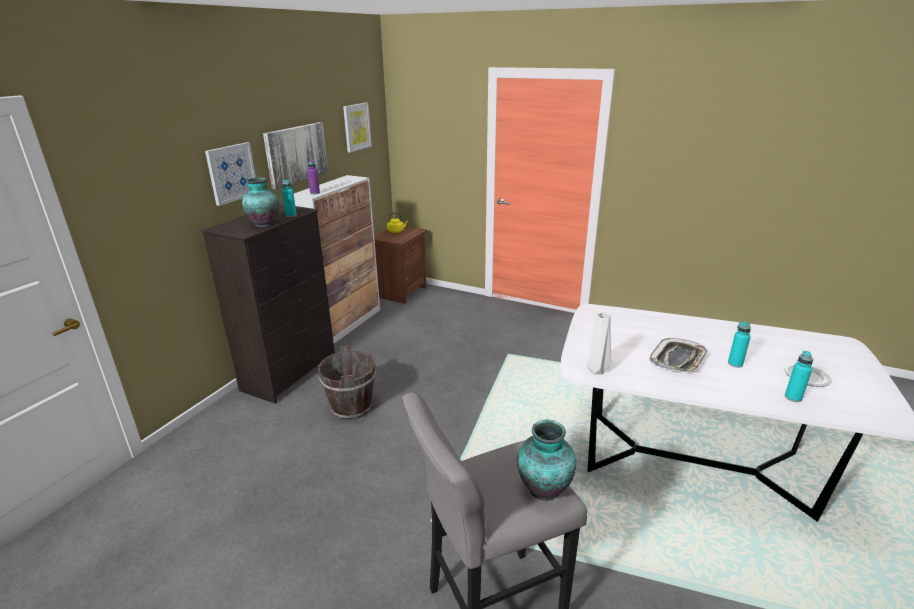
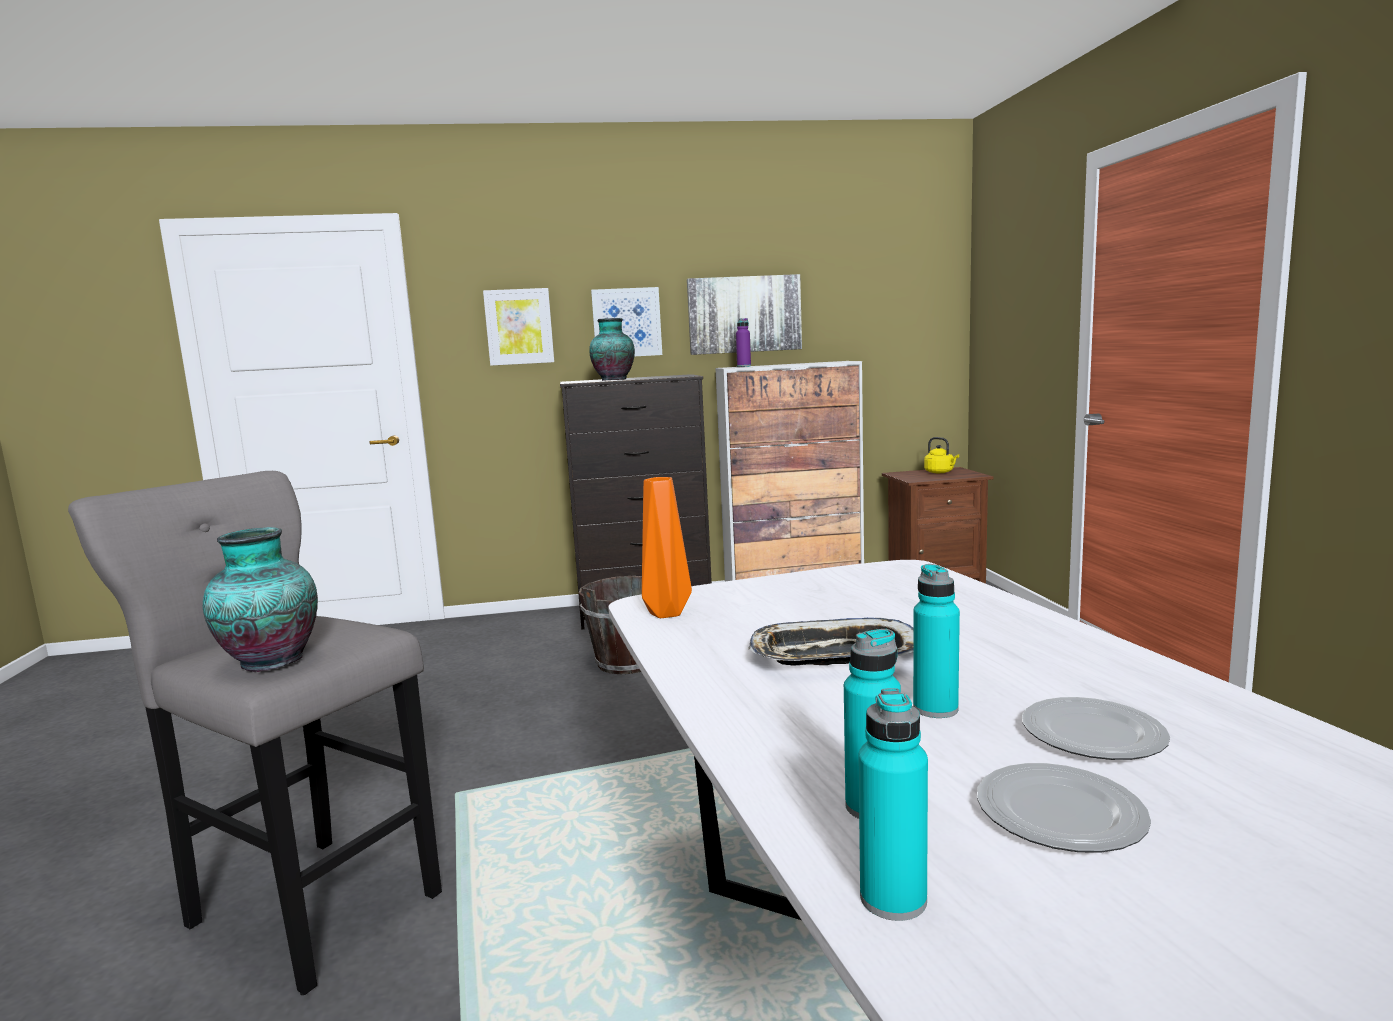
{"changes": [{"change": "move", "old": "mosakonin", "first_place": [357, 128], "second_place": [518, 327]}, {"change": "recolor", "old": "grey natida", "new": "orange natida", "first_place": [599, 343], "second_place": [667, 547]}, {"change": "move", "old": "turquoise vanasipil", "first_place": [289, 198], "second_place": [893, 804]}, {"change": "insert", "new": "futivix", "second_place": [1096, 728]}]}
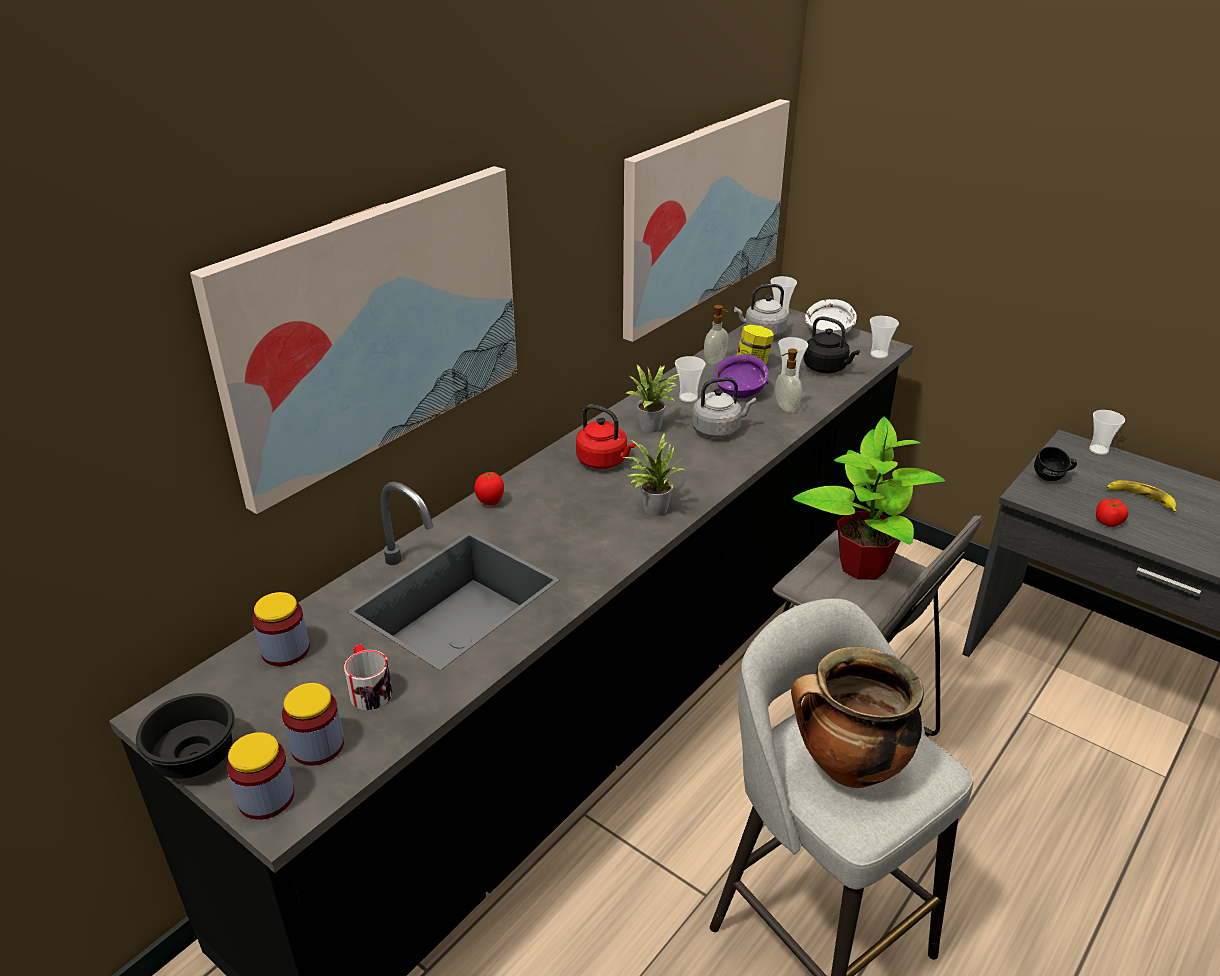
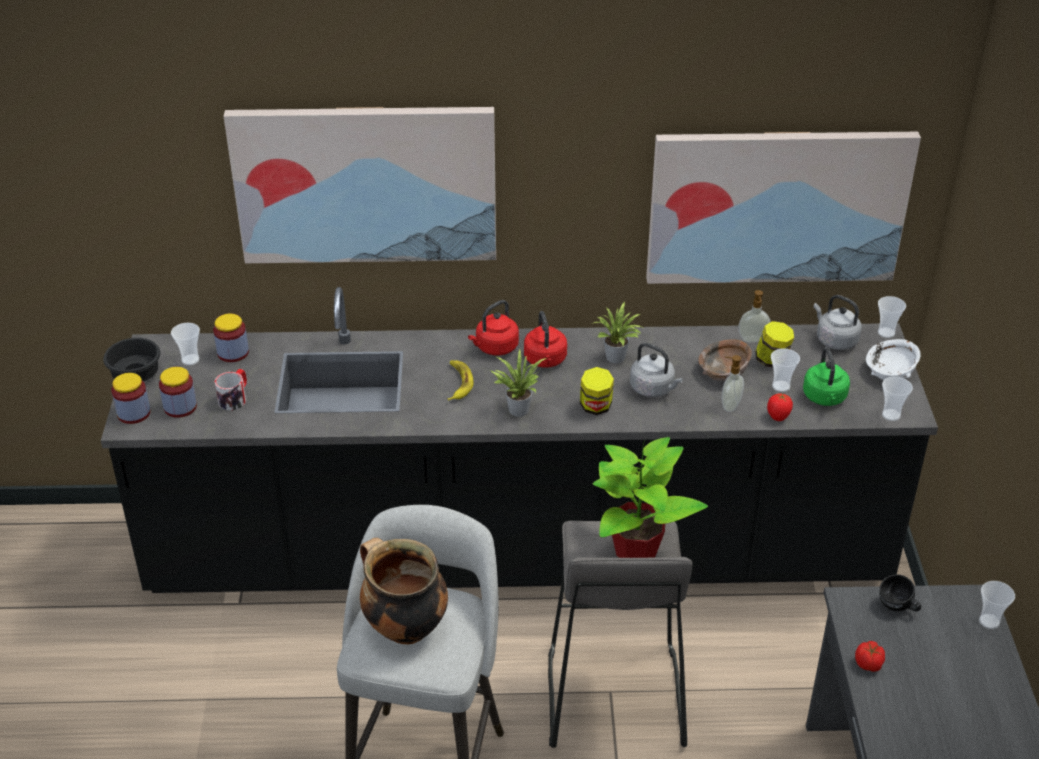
{"changes": [{"change": "move", "old": "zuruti", "first_place": [690, 379], "second_place": [185, 344]}, {"change": "move", "old": "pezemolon", "first_place": [1141, 496], "second_place": [460, 380]}, {"change": "insert", "new": "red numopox", "second_place": [493, 327]}, {"change": "insert", "new": "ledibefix", "second_place": [597, 391]}, {"change": "recolor", "old": "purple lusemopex", "new": "brown lusemopex", "first_place": [741, 376], "second_place": [725, 360]}, {"change": "move", "old": "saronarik", "first_place": [489, 488], "second_place": [780, 407]}, {"change": "recolor", "old": "black numopox", "new": "green numopox", "first_place": [832, 344], "second_place": [826, 376]}]}
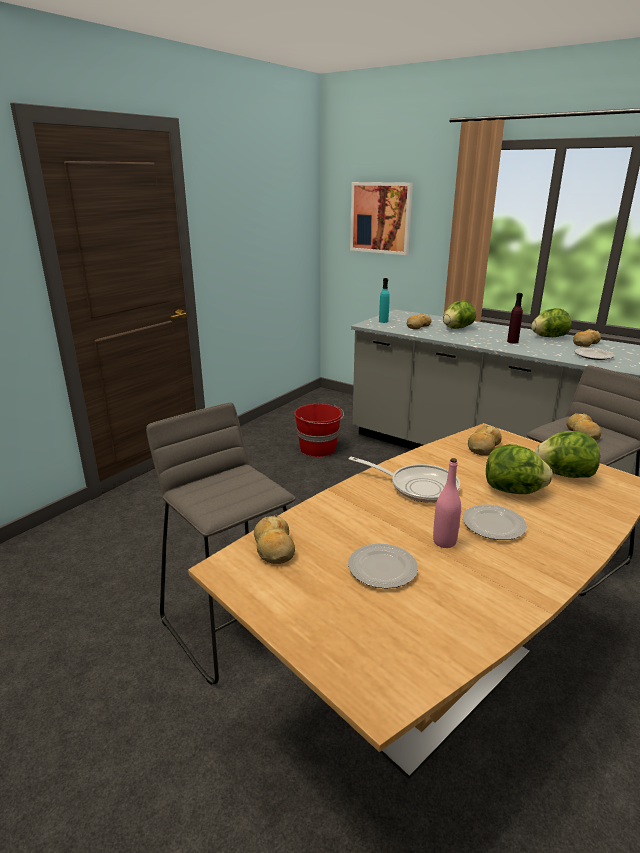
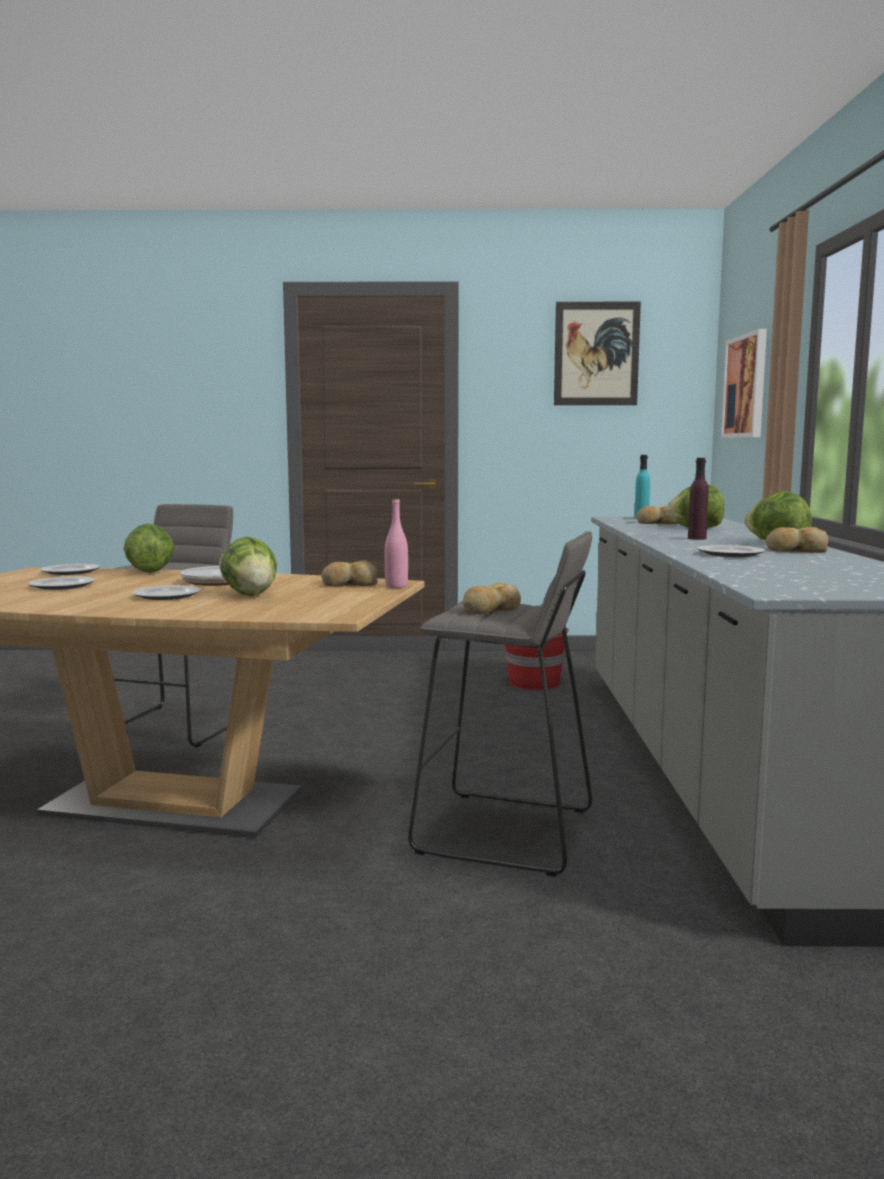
{"changes": [{"change": "replace", "old": "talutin", "new": "futivix", "first_place": [274, 539], "second_place": [70, 569]}, {"change": "move", "old": "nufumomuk", "first_place": [567, 454], "second_place": [149, 548]}, {"change": "move", "old": "pink vanasipil", "first_place": [447, 503], "second_place": [396, 543]}, {"change": "insert", "new": "mosakonin", "second_place": [597, 353]}]}
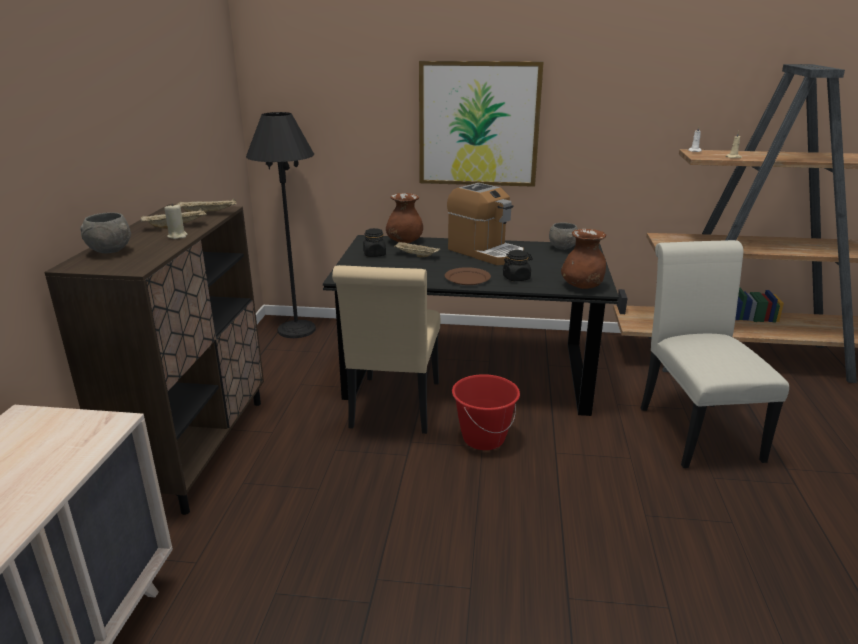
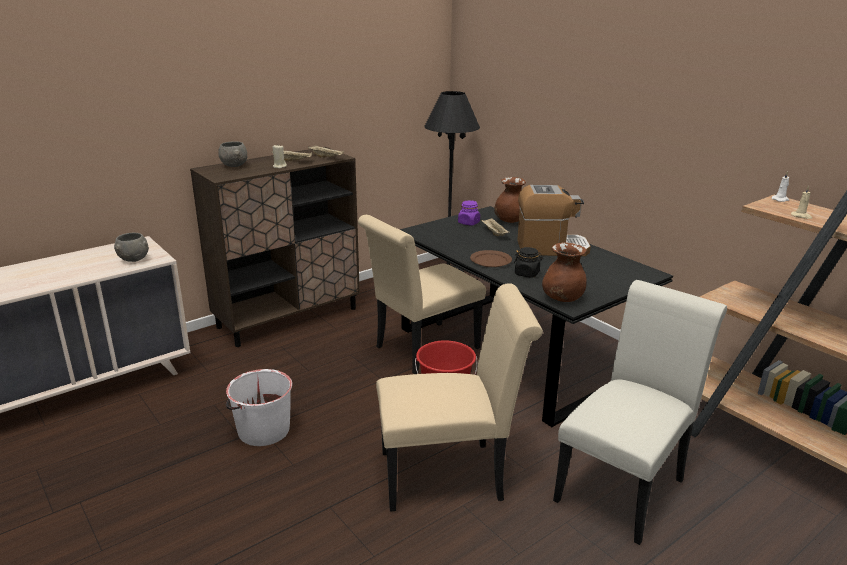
{"changes": [{"change": "move", "old": "grey lusemopex", "first_place": [563, 236], "second_place": [131, 247]}, {"change": "insert", "new": "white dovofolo", "second_place": [259, 407]}, {"change": "insert", "new": "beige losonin", "second_place": [459, 397]}, {"change": "recolor", "old": "black ledibefix", "new": "purple ledibefix", "first_place": [374, 242], "second_place": [469, 213]}, {"change": "rotate", "old": "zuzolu", "first_place": [485, 224], "second_place": [554, 220], "degrees": -90}, {"change": "delete", "old": "mosakonin", "first_place": [481, 124]}]}
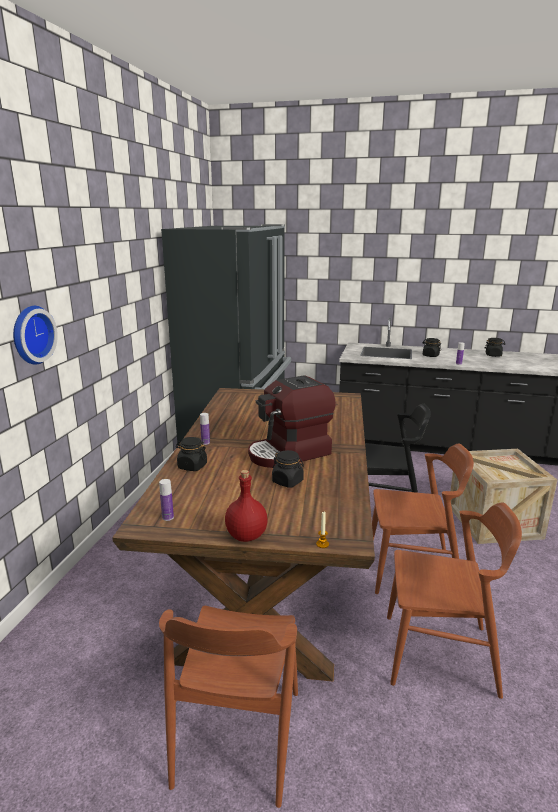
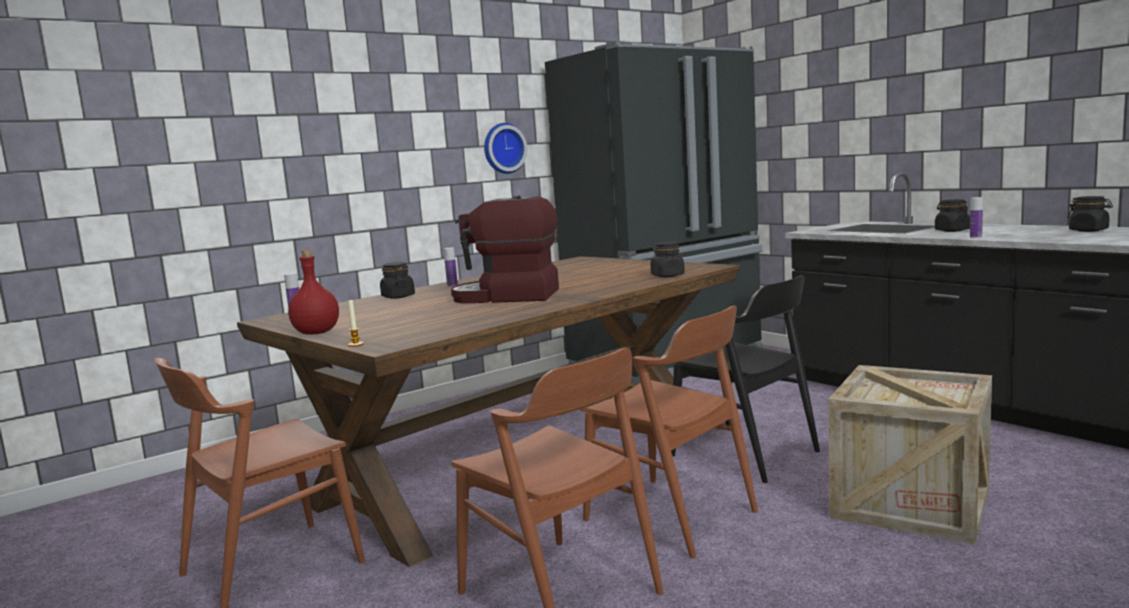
{"changes": [{"change": "move", "old": "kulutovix", "first_place": [35, 335], "second_place": [505, 148]}, {"change": "move", "old": "black ledibefix", "first_place": [288, 469], "second_place": [668, 259]}]}
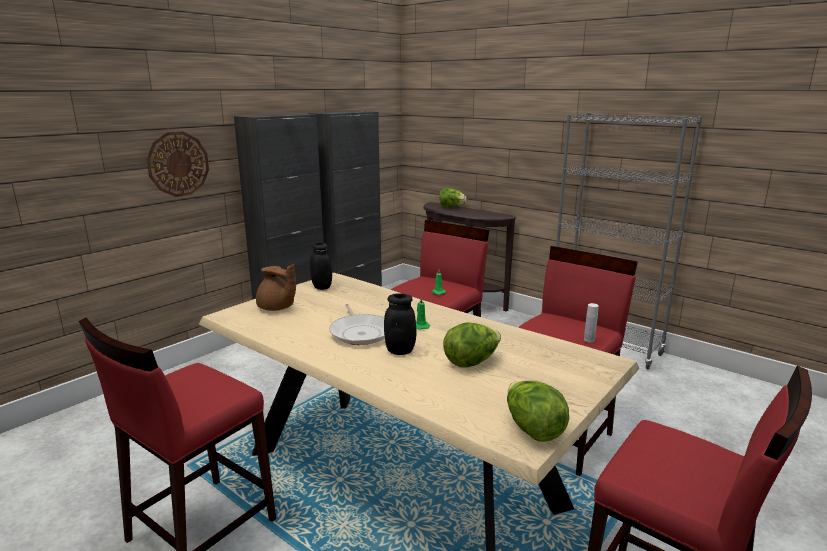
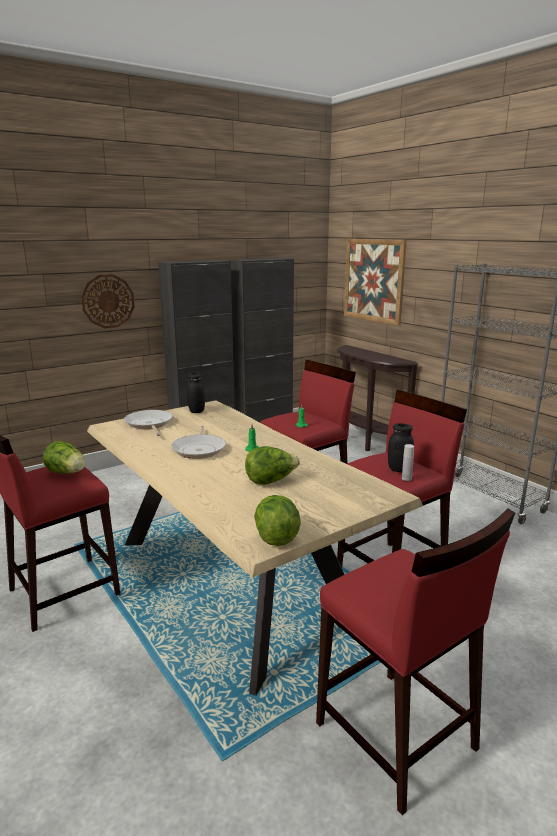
{"changes": [{"change": "move", "old": "nufumomuk", "first_place": [452, 197], "second_place": [64, 457]}, {"change": "replace", "old": "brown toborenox", "new": "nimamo", "first_place": [276, 287], "second_place": [148, 423]}, {"change": "insert", "new": "mosakonin", "second_place": [375, 282]}, {"change": "move", "old": "black ledibefix", "first_place": [400, 324], "second_place": [401, 447]}]}
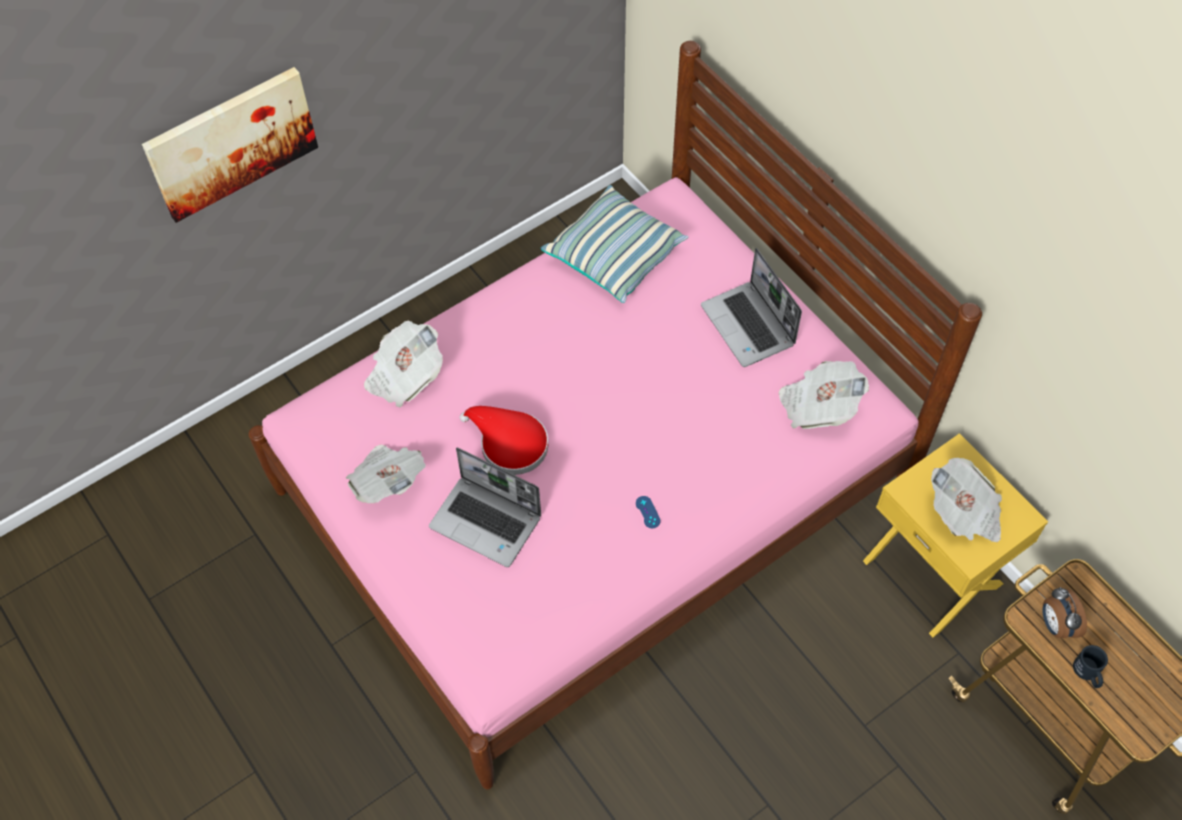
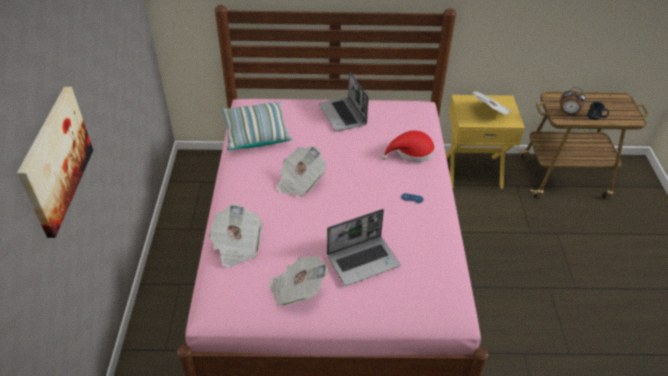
{"changes": [{"change": "move", "old": "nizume", "first_place": [823, 395], "second_place": [301, 172]}, {"change": "rotate", "old": "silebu", "first_place": [751, 307], "second_place": [344, 101], "degrees": 60}, {"change": "move", "old": "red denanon", "first_place": [504, 440], "second_place": [408, 146]}]}
